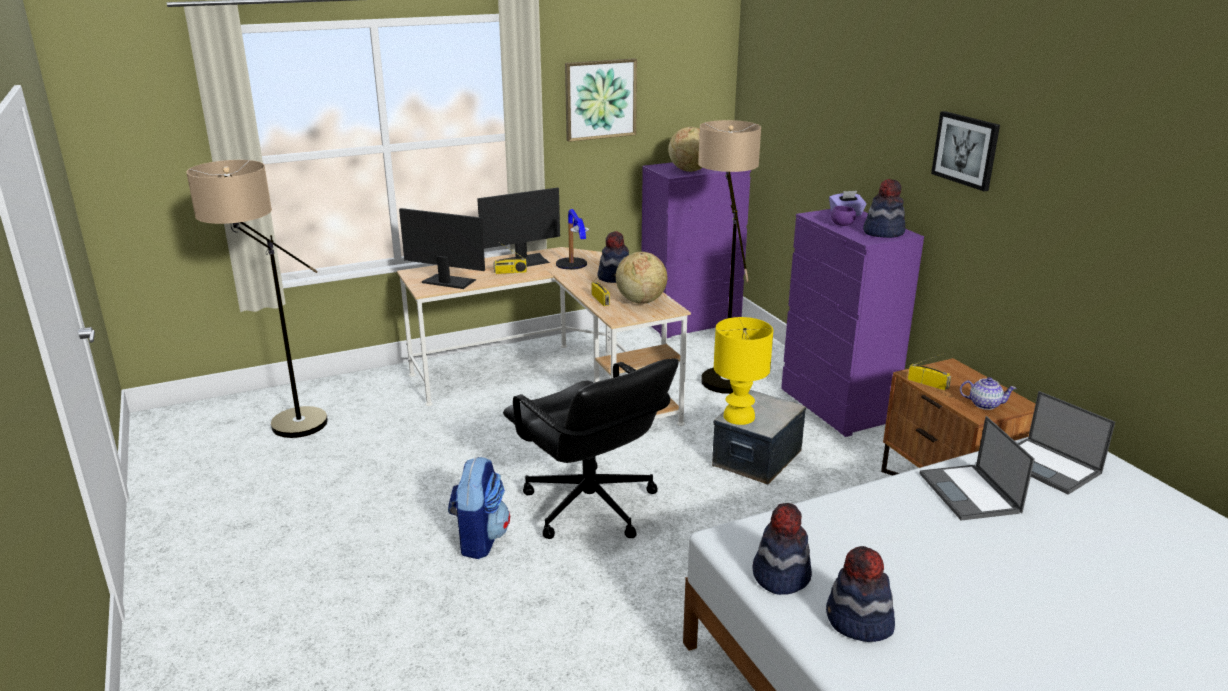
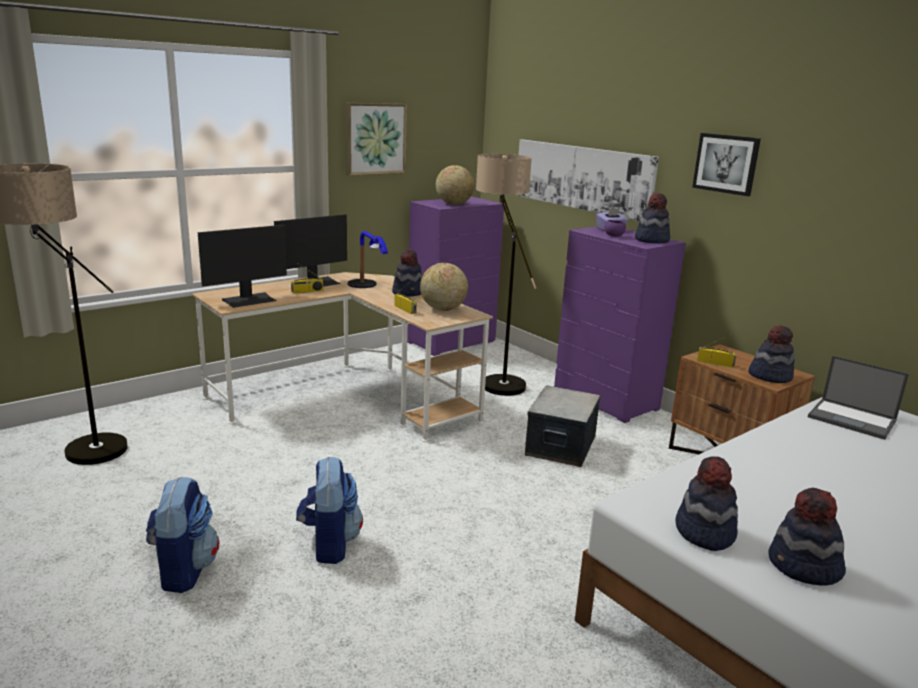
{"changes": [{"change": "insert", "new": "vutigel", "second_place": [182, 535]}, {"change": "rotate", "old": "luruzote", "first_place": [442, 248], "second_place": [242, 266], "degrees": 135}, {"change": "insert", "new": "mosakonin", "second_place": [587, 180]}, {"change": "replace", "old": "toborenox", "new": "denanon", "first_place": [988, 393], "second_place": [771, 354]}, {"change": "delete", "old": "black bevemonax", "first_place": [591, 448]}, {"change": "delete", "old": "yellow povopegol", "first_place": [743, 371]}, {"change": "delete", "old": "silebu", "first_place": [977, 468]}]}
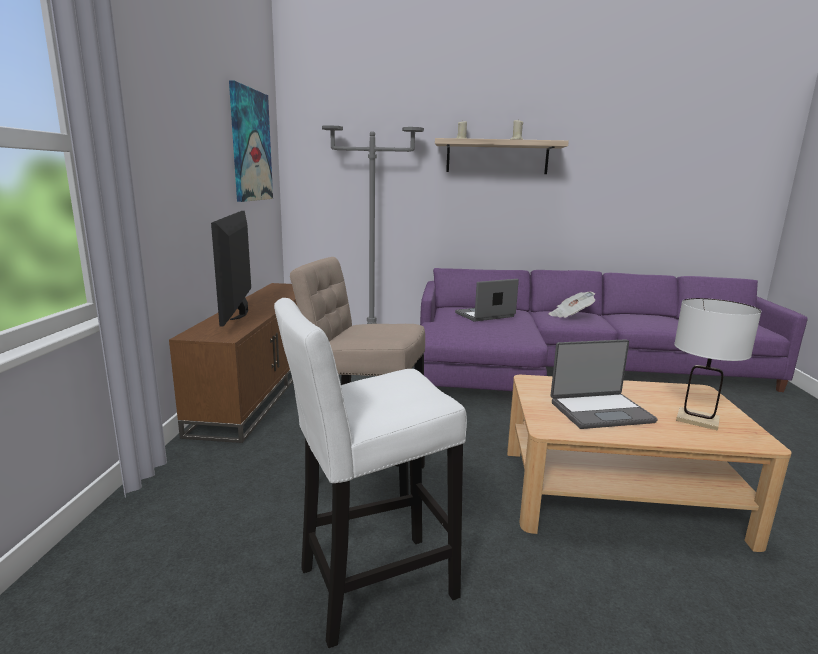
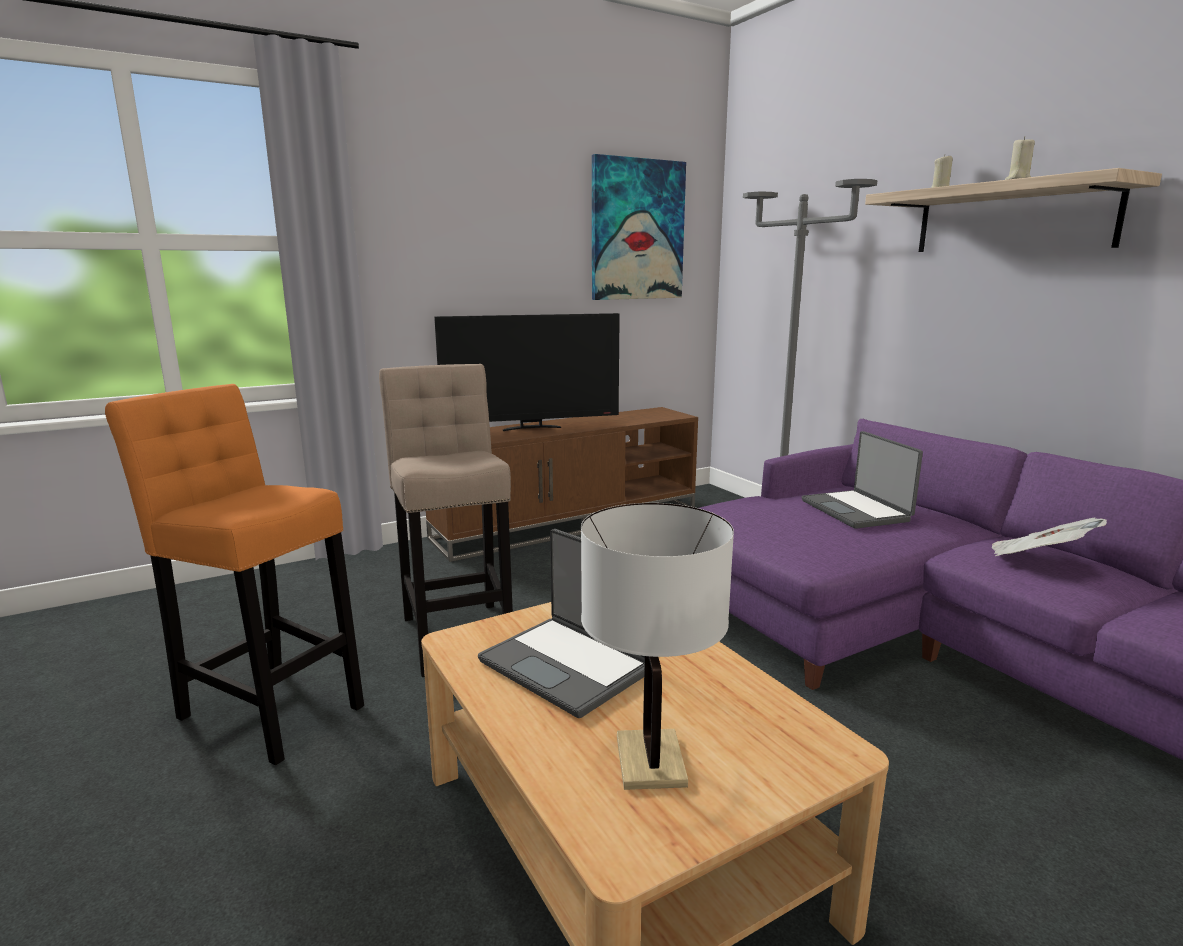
{"changes": [{"change": "recolor", "old": "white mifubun", "new": "orange mifubun", "first_place": [370, 473], "second_place": [234, 574]}, {"change": "rotate", "old": "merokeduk", "first_place": [231, 268], "second_place": [527, 372], "degrees": -150}, {"change": "rotate", "old": "silebu", "first_place": [487, 300], "second_place": [862, 480], "degrees": -135}]}
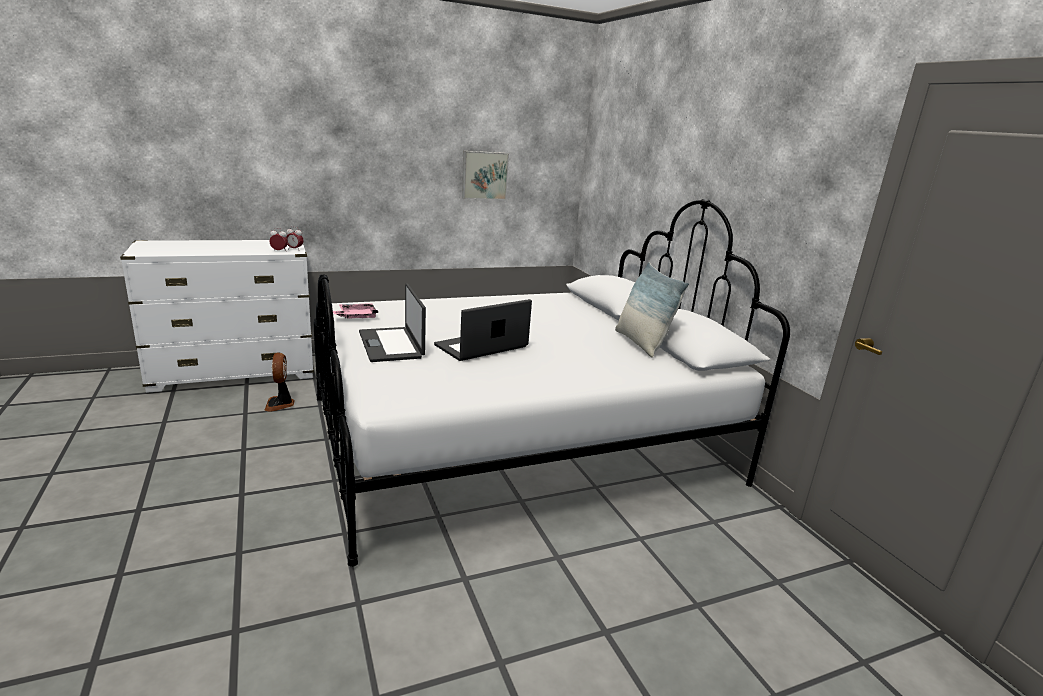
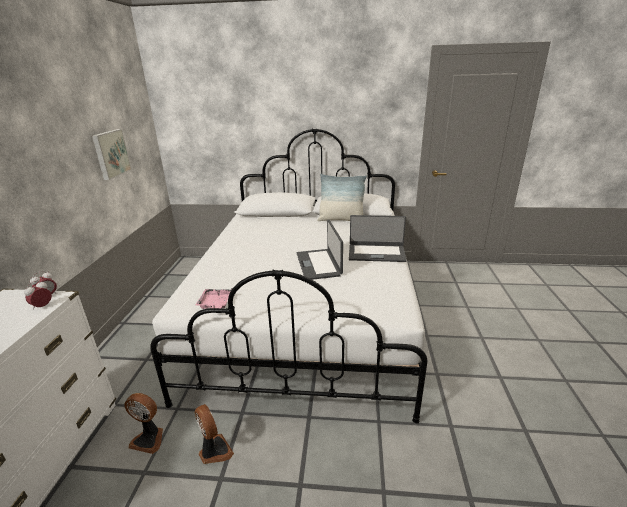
{"changes": [{"change": "insert", "new": "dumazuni", "second_place": [214, 434]}, {"change": "move", "old": "silebu", "first_place": [392, 322], "second_place": [378, 238]}]}
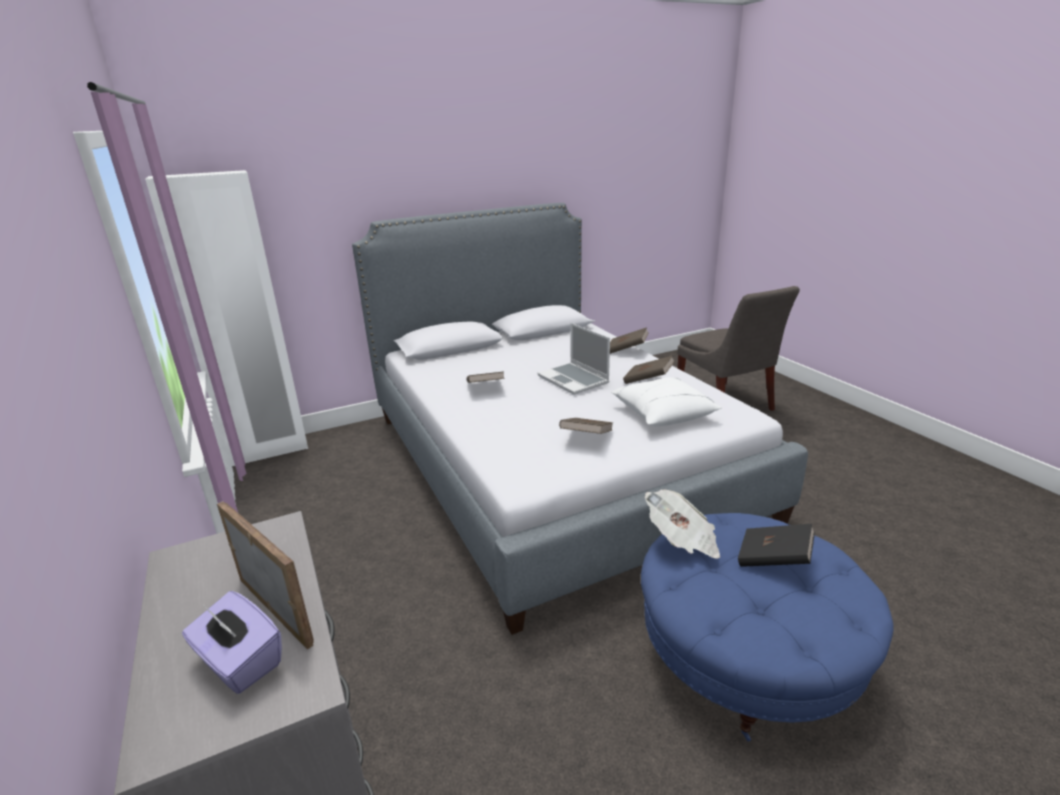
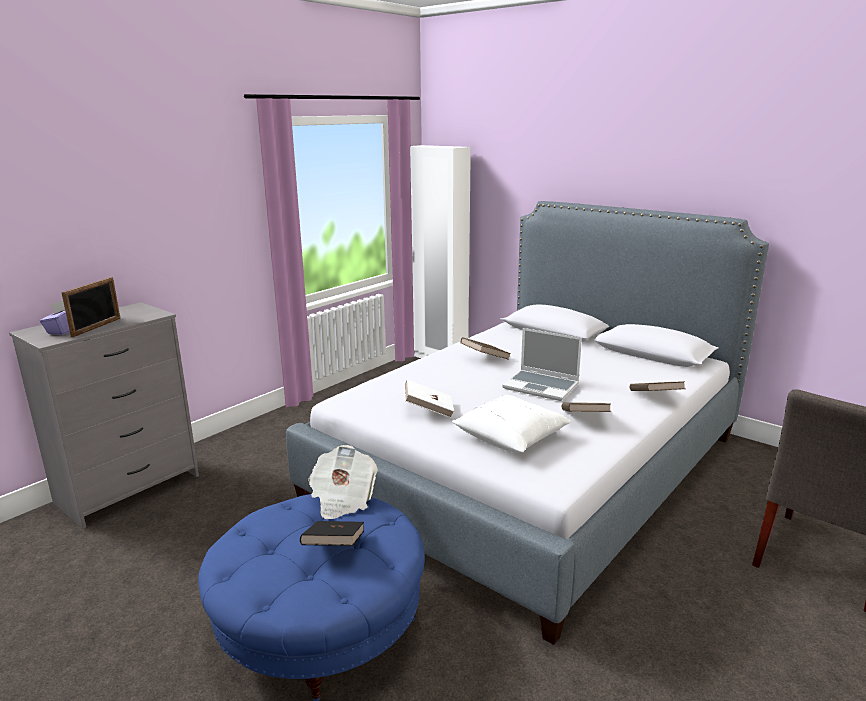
{"changes": [{"change": "recolor", "old": "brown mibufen", "new": "white mibufen", "first_place": [586, 426], "second_place": [429, 399]}, {"change": "rotate", "old": "silebu", "first_place": [574, 359], "second_place": [542, 364], "degrees": -90}]}
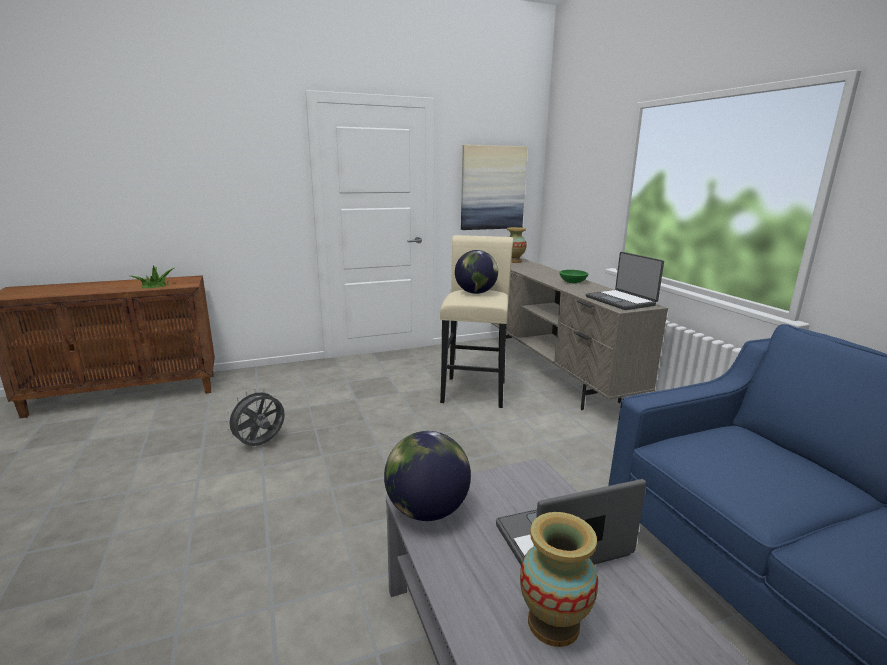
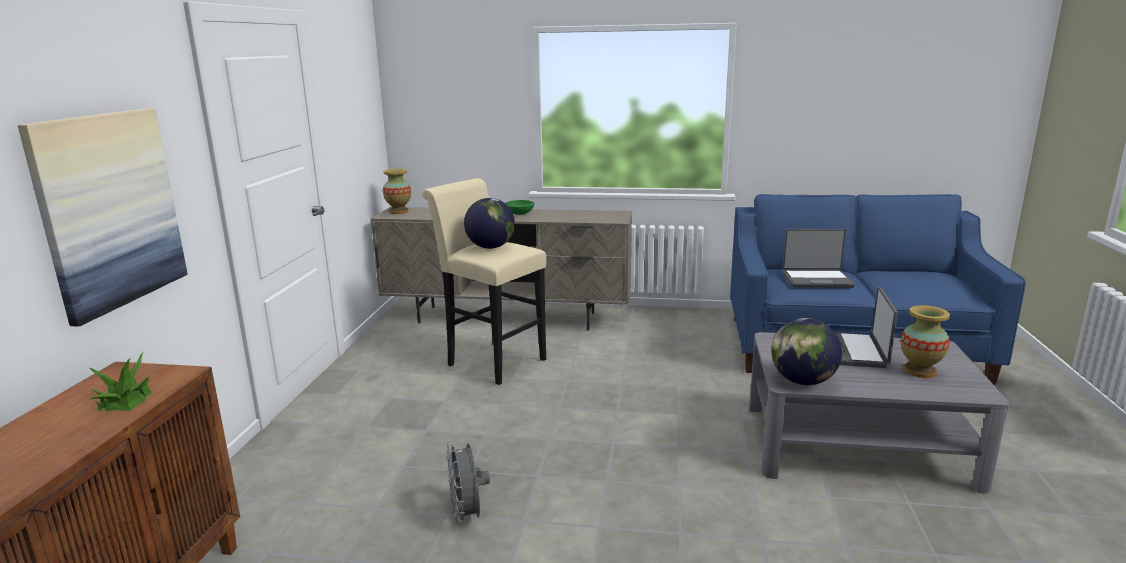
{"changes": [{"change": "move", "old": "mosakonin", "first_place": [494, 187], "second_place": [103, 217]}, {"change": "move", "old": "silebu", "first_place": [625, 281], "second_place": [818, 258]}]}
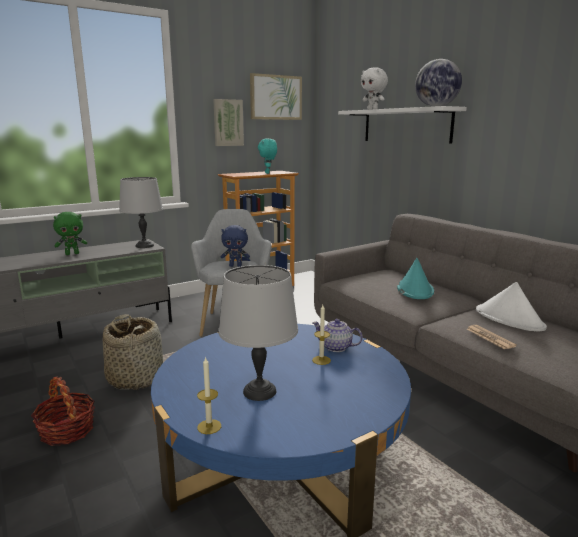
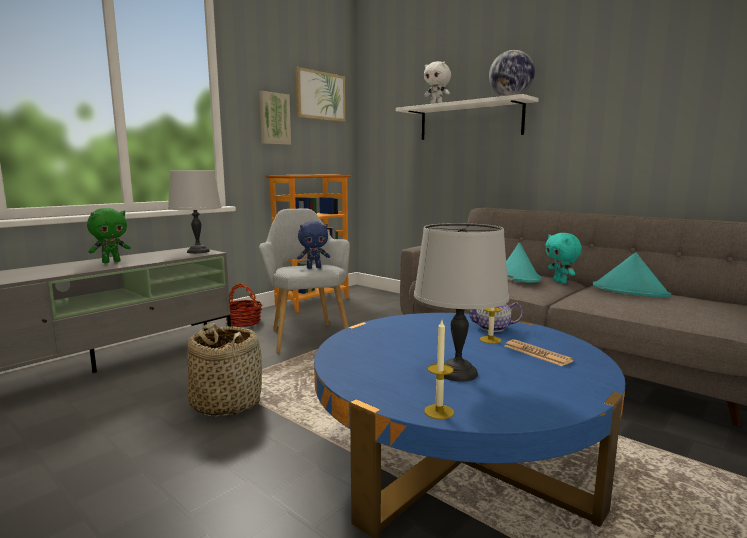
{"changes": [{"change": "move", "old": "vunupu", "first_place": [63, 411], "second_place": [244, 305]}, {"change": "move", "old": "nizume", "first_place": [492, 337], "second_place": [539, 352]}, {"change": "move", "old": "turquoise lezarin", "first_place": [267, 156], "second_place": [563, 258]}, {"change": "recolor", "old": "white denanon", "new": "turquoise denanon", "first_place": [511, 306], "second_place": [632, 275]}]}
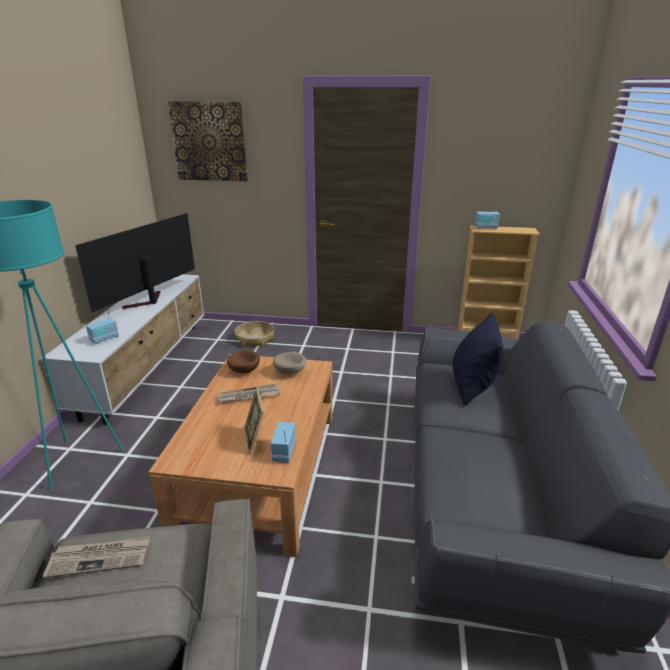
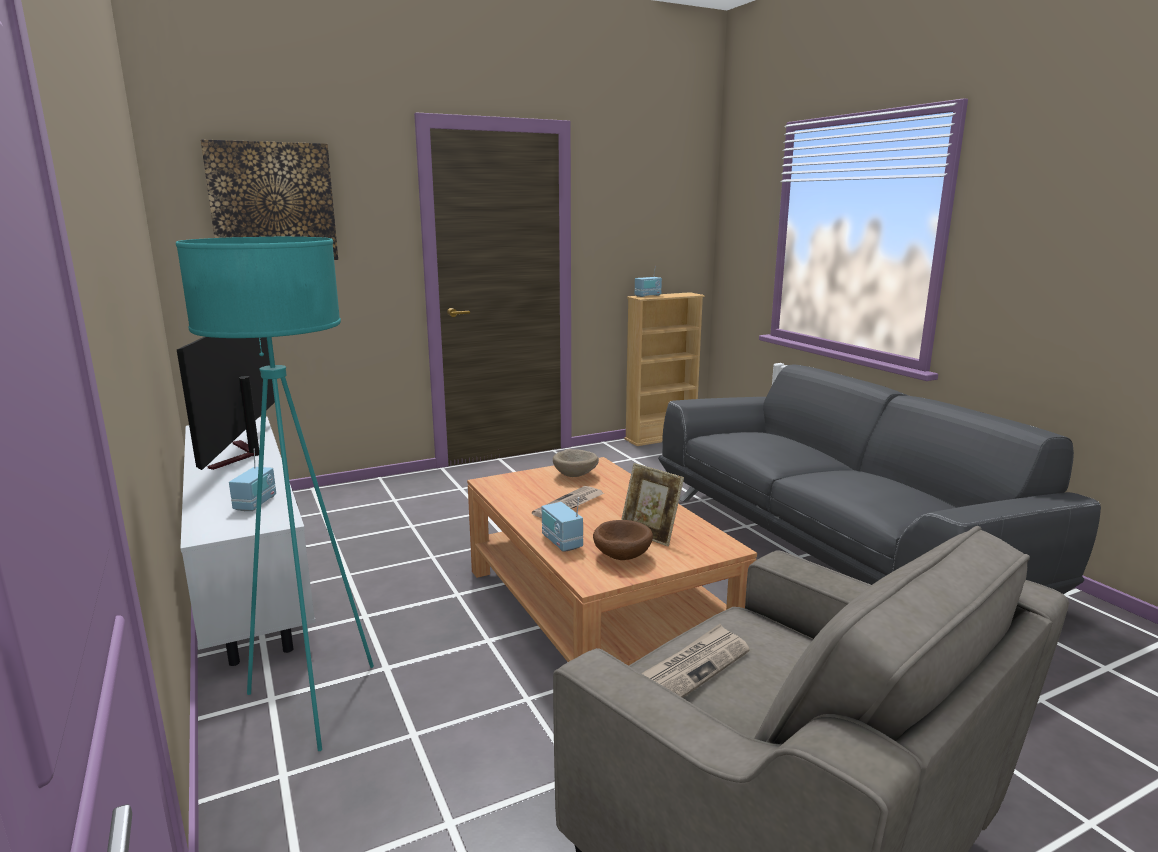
{"changes": [{"change": "move", "old": "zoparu", "first_place": [283, 442], "second_place": [562, 524]}, {"change": "move", "old": "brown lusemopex", "first_place": [243, 361], "second_place": [623, 540]}, {"change": "delete", "old": "vunupu", "first_place": [255, 334]}, {"change": "delete", "old": "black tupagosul", "first_place": [478, 359]}]}
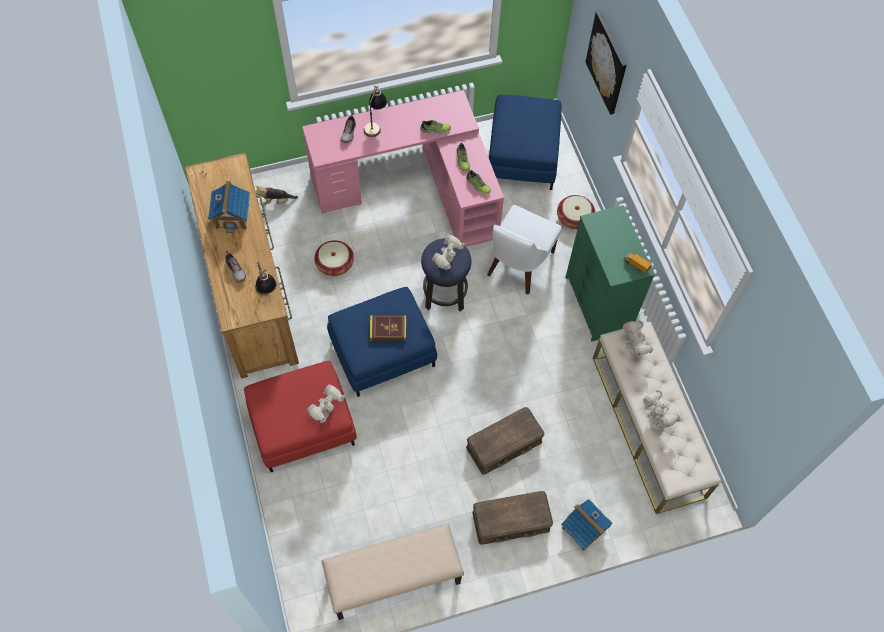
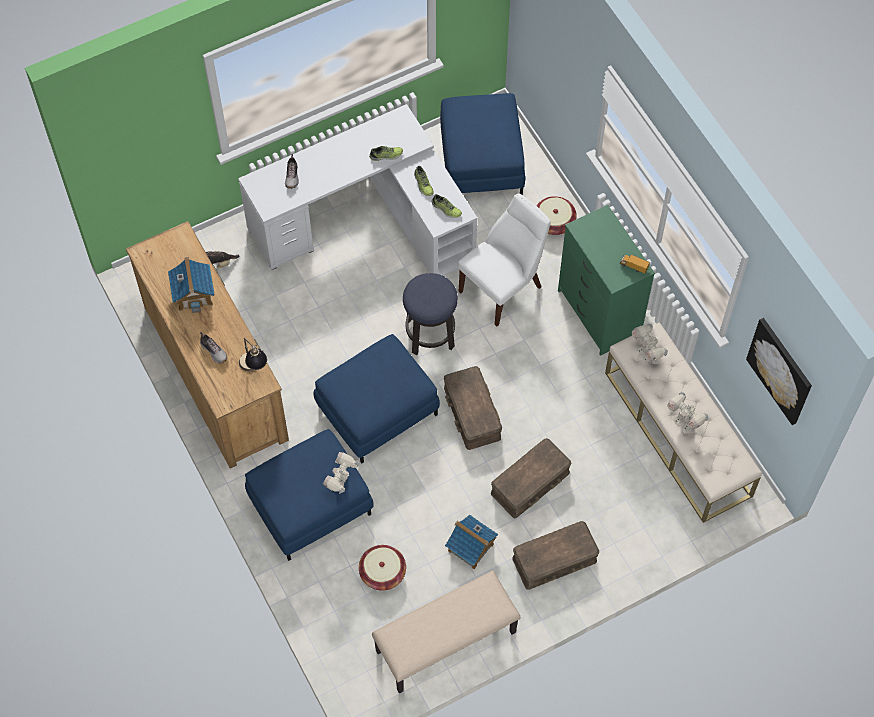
{"changes": [{"change": "recolor", "old": "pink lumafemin", "new": "white lumafemin", "first_place": [403, 168], "second_place": [357, 190]}, {"change": "recolor", "old": "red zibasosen", "new": "blue zibasosen", "first_place": [300, 416], "second_place": [309, 495]}, {"change": "move", "old": "vunupu", "first_place": [334, 258], "second_place": [382, 568]}, {"change": "insert", "new": "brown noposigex", "second_place": [473, 408]}, {"change": "move", "old": "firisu", "first_place": [587, 525], "second_place": [471, 542]}, {"change": "rotate", "old": "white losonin", "first_place": [524, 250], "second_place": [504, 260], "degrees": -150}, {"change": "move", "old": "mosakonin", "first_place": [606, 63], "second_place": [779, 371]}, {"change": "delete", "old": "povopegol", "first_place": [375, 111]}, {"change": "delete", "old": "mibufen", "first_place": [388, 328]}, {"change": "delete", "old": "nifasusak", "first_place": [448, 252]}]}
